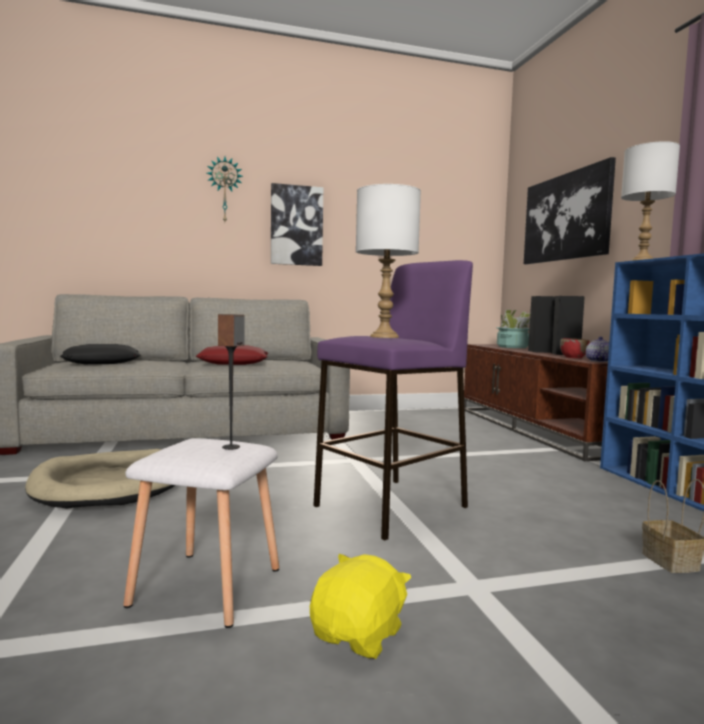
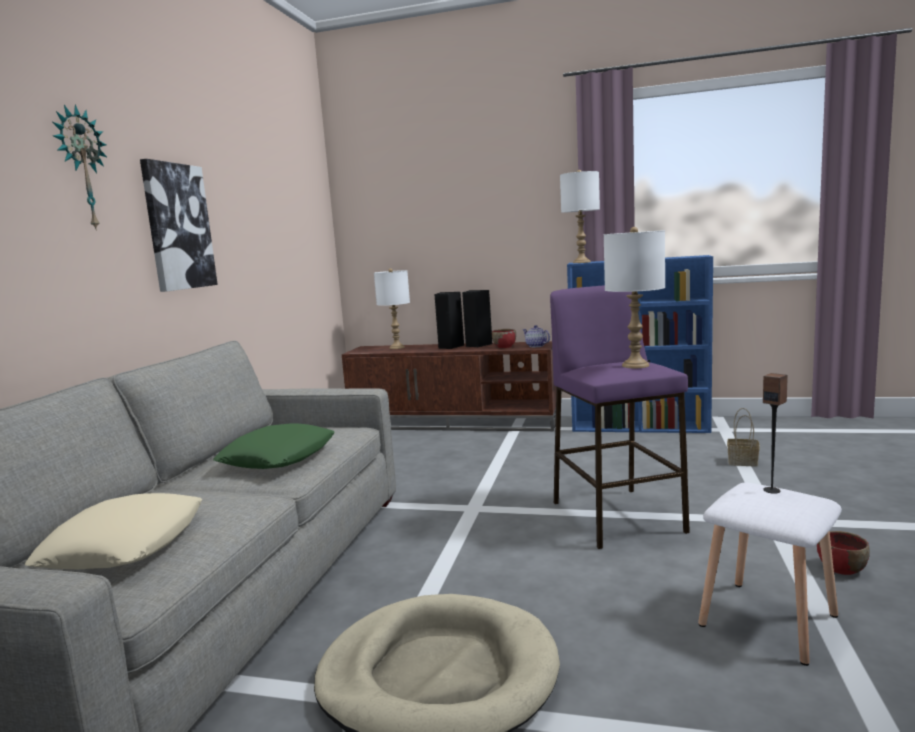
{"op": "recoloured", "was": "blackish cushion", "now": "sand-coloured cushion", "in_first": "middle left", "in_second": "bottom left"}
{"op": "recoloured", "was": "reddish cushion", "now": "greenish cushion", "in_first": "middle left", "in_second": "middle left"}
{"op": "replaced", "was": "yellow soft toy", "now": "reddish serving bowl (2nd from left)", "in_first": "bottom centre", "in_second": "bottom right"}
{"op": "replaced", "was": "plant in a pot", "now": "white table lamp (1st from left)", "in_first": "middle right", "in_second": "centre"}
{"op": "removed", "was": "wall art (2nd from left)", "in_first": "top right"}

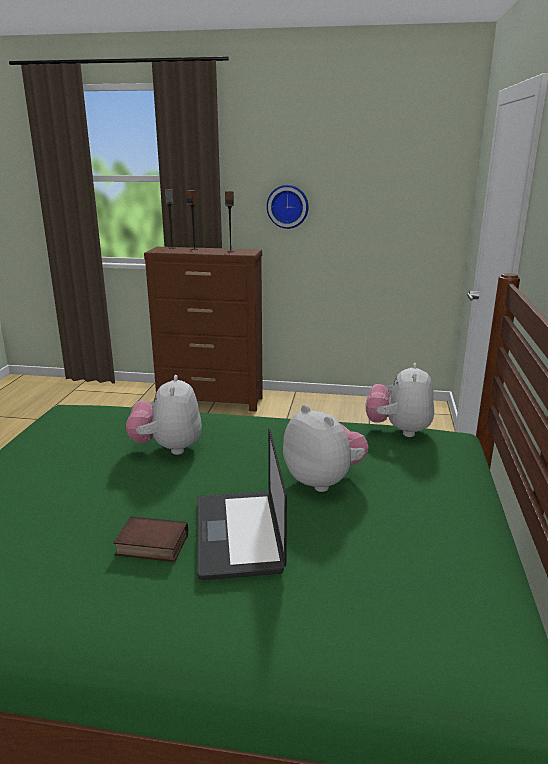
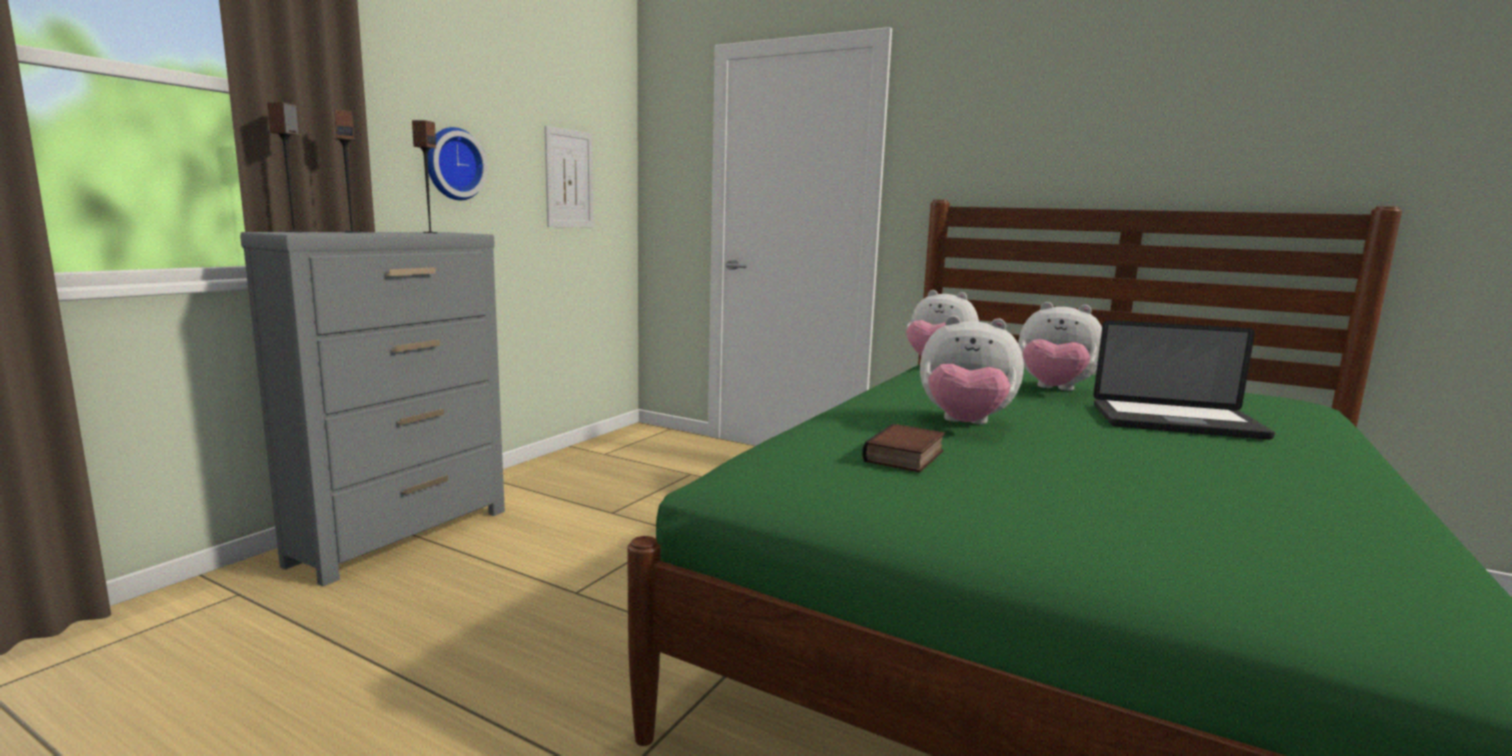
{"op": "moved", "was": "book", "in_first": "bottom left", "in_second": "centre"}
{"op": "recoloured", "was": "brown-coloured chest of drawers", "now": "grey chest of drawers", "in_first": "centre", "in_second": "middle left"}
{"op": "turned", "was": "soft toy (2nd from left in the first image)", "in_first": "centre", "in_second": "middle right", "clockwise": -135}
{"op": "added", "now": "wall art", "in_second": "top centre"}

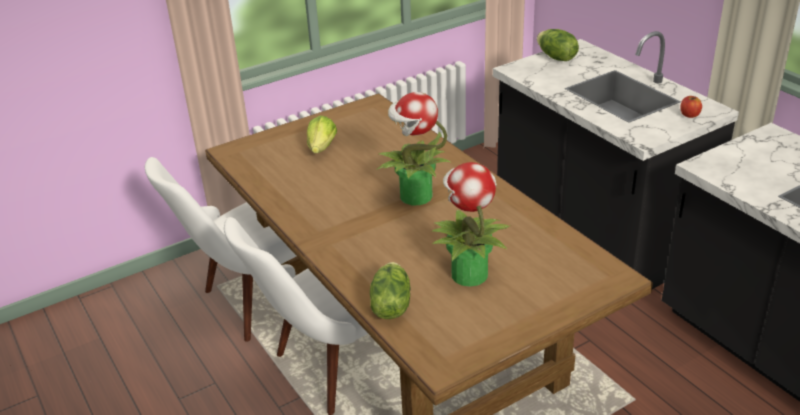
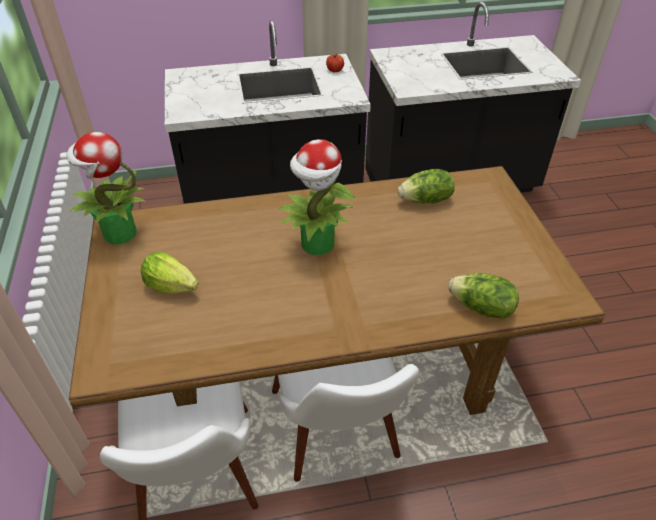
{"op": "moved", "was": "plant in a pot (2nd from left in the first image)", "now": "plant in a pot (1st from left)", "in_first": "centre", "in_second": "middle left"}
{"op": "moved", "was": "head of lettuce (3rd from left in the first image)", "now": "head of lettuce (2nd from left)", "in_first": "top right", "in_second": "centre"}

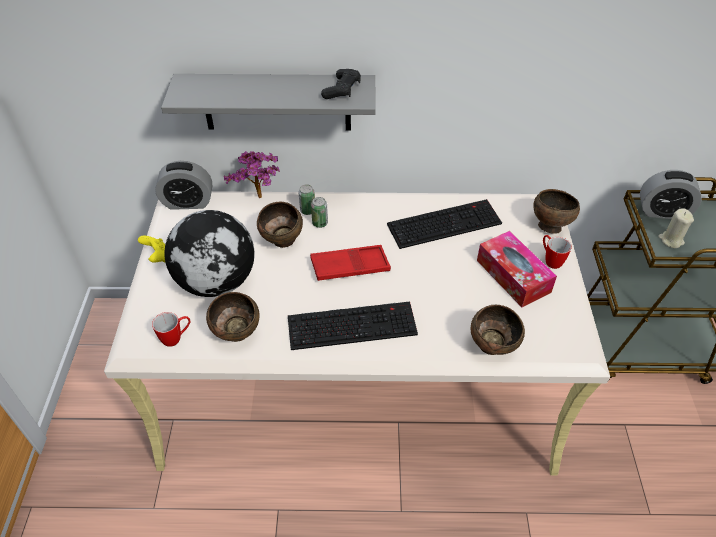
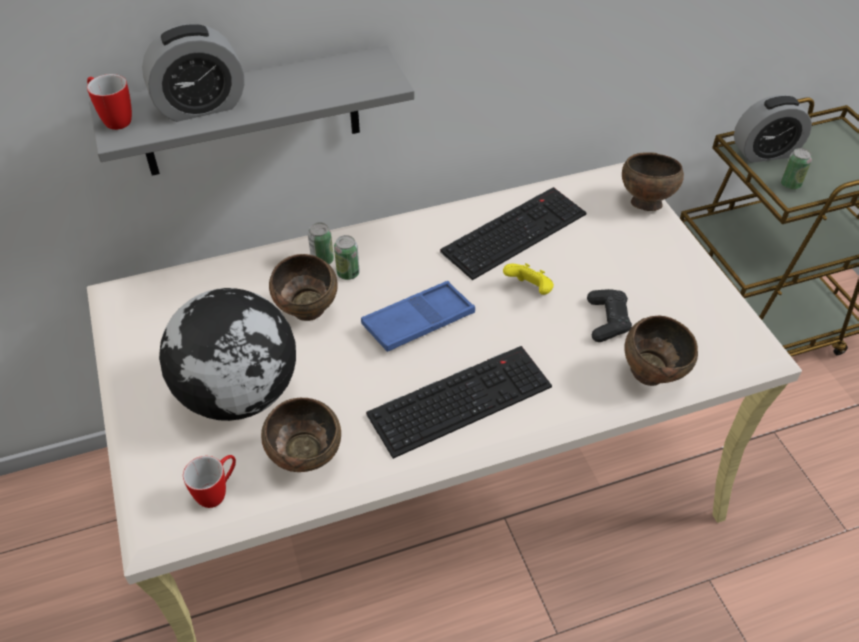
{"op": "moved", "was": "yellow joypad", "in_first": "middle left", "in_second": "centre"}
{"op": "moved", "was": "bedside clock (1st from left)", "in_first": "middle left", "in_second": "top left"}
{"op": "removed", "was": "plant in a pot", "in_first": "top centre"}
{"op": "recoloured", "was": "reddish carrying tray", "now": "blue carrying tray", "in_first": "centre", "in_second": "centre"}
{"op": "moved", "was": "blackish joypad", "in_first": "top centre", "in_second": "middle right"}
{"op": "removed", "was": "tissue box", "in_first": "middle right"}
{"op": "moved", "was": "coffee mug (2nd from left in the first image)", "now": "coffee mug (1st from left)", "in_first": "middle right", "in_second": "top left"}
{"op": "replaced", "was": "sand-coloured wax light", "now": "sealed can (3rd from left)", "in_first": "middle right", "in_second": "top right"}

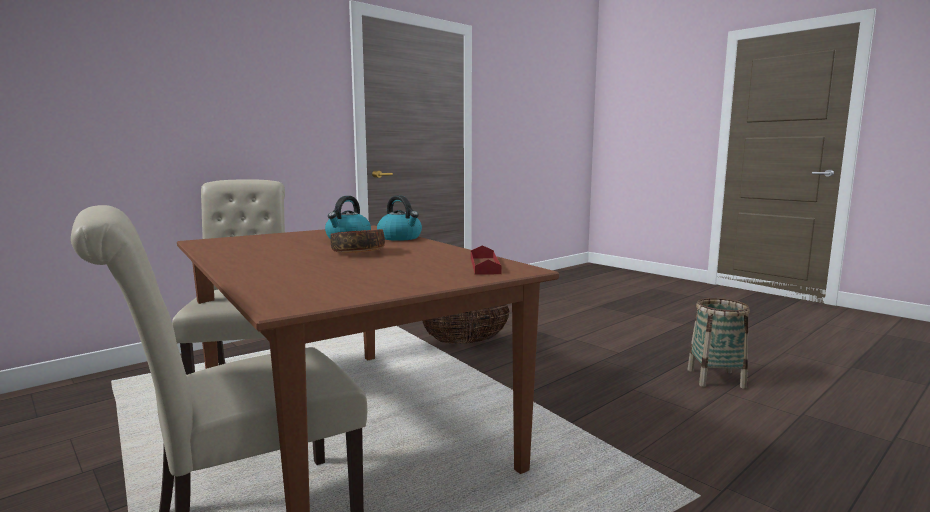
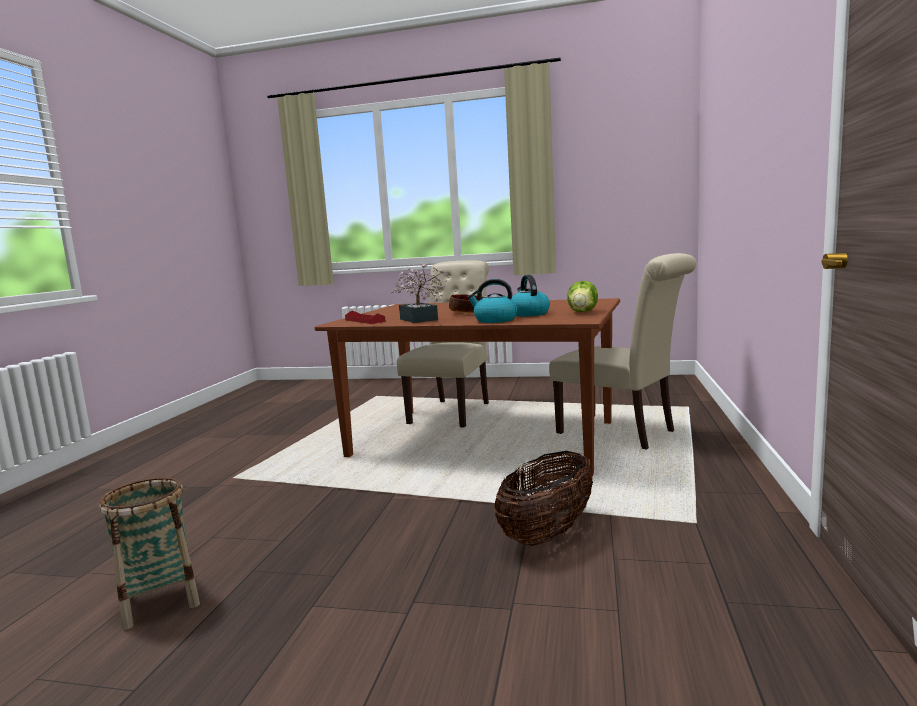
{"op": "added", "now": "plant in a pot", "in_second": "centre"}
{"op": "added", "now": "head of lettuce", "in_second": "centre"}

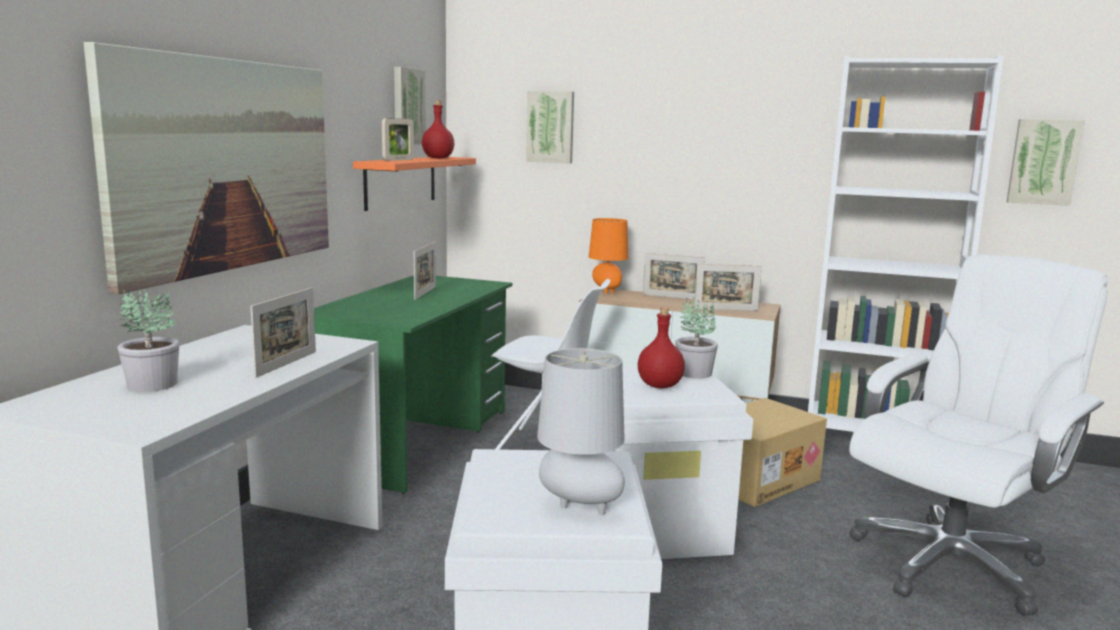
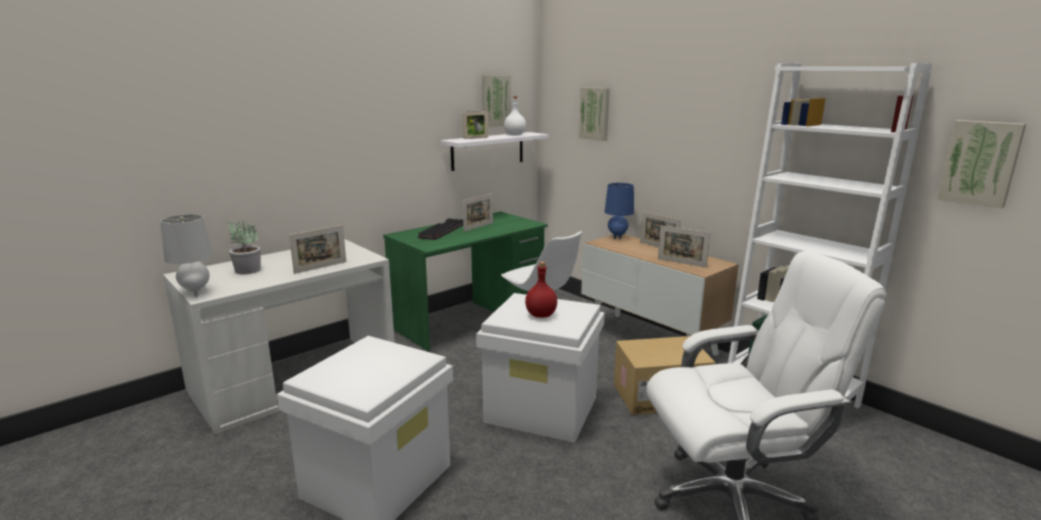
{"op": "removed", "was": "wall art (1st from left)", "in_first": "top left"}
{"op": "recoloured", "was": "orange bracket shelf", "now": "white bracket shelf", "in_first": "top centre", "in_second": "top centre"}
{"op": "recoloured", "was": "reddish drink bottle (1st from left)", "now": "white drink bottle", "in_first": "top centre", "in_second": "top centre"}
{"op": "moved", "was": "grey table lamp", "in_first": "bottom centre", "in_second": "middle left"}
{"op": "recoloured", "was": "orange table lamp", "now": "blue table lamp", "in_first": "centre", "in_second": "centre"}
{"op": "removed", "was": "plant in a pot (2nd from left)", "in_first": "centre"}
{"op": "added", "now": "computer keyboard", "in_second": "centre"}

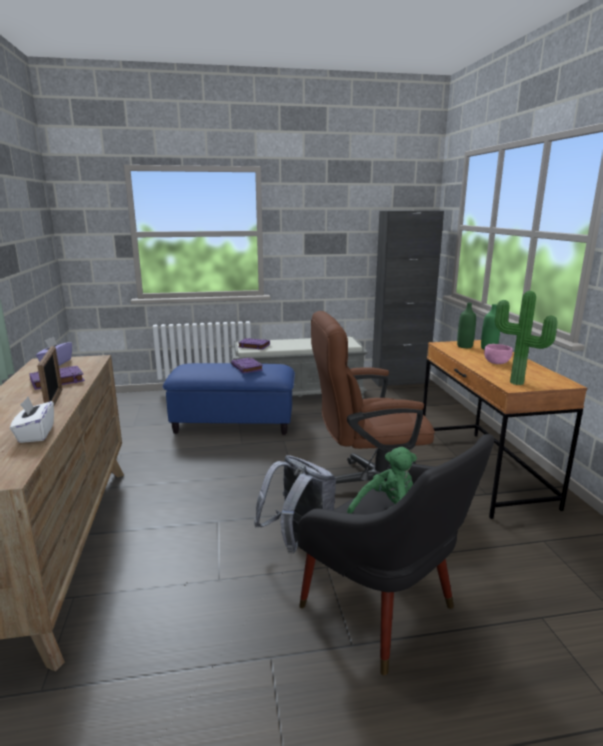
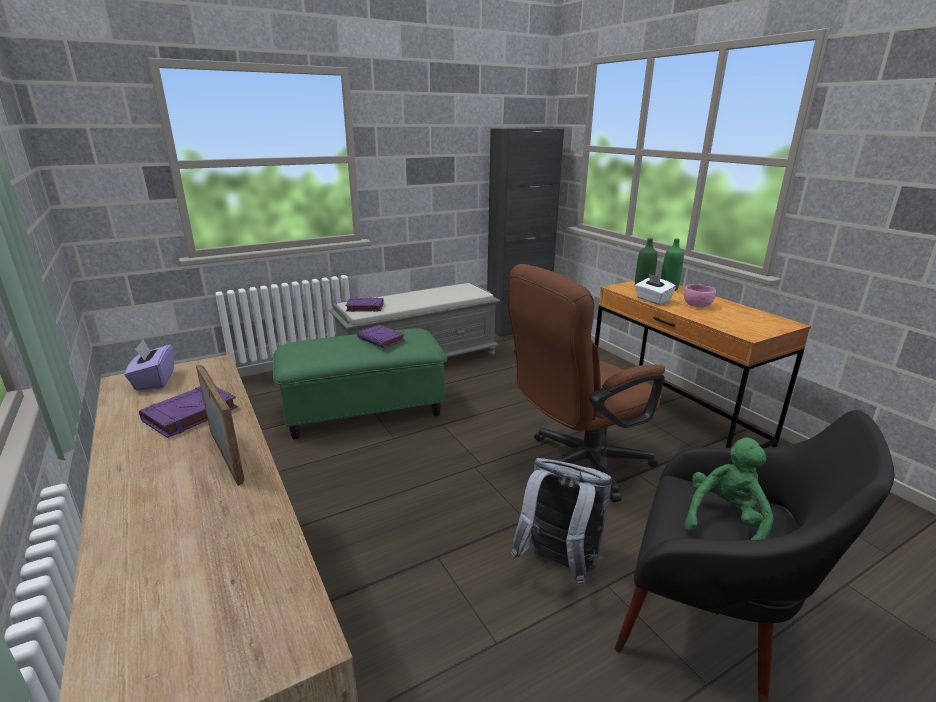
{"op": "moved", "was": "white tissue box", "in_first": "middle left", "in_second": "middle right"}
{"op": "recoloured", "was": "blue ottoman", "now": "greenish ottoman", "in_first": "centre", "in_second": "centre"}
{"op": "removed", "was": "plant in a pot", "in_first": "middle right"}

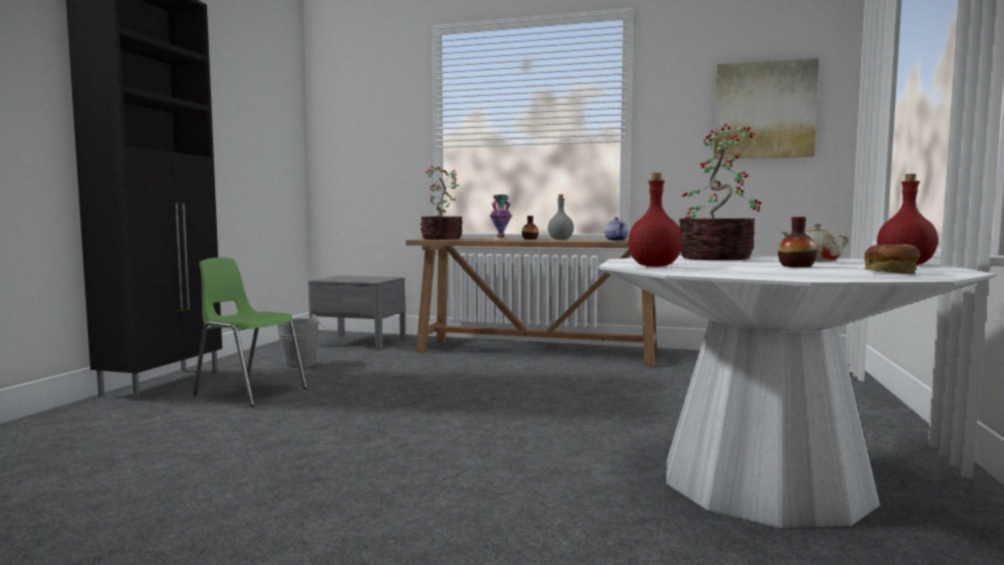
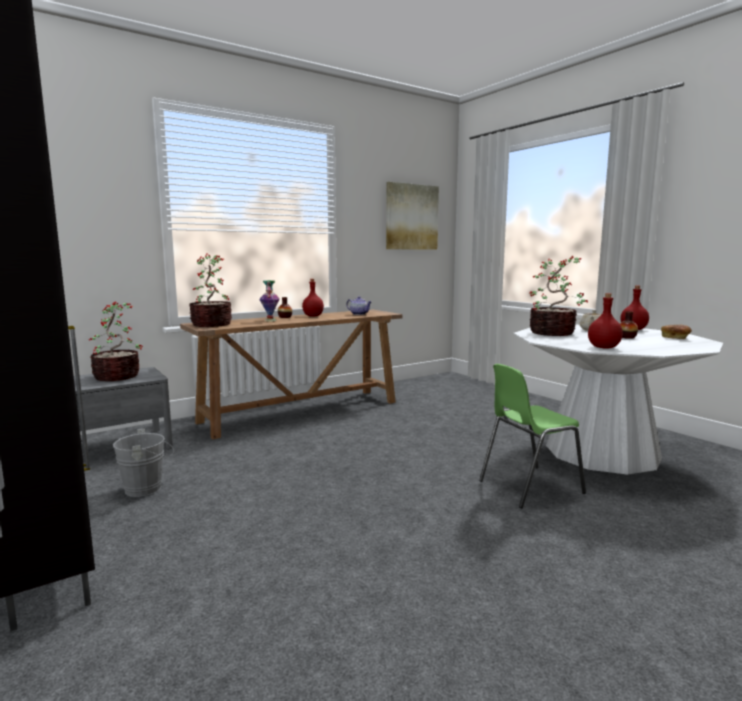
{"op": "moved", "was": "greenish chair", "in_first": "middle left", "in_second": "middle right"}
{"op": "recoloured", "was": "grey drink bottle", "now": "reddish drink bottle (1st from left)", "in_first": "centre", "in_second": "centre"}
{"op": "added", "now": "plant in a pot (1st from left)", "in_second": "middle left"}

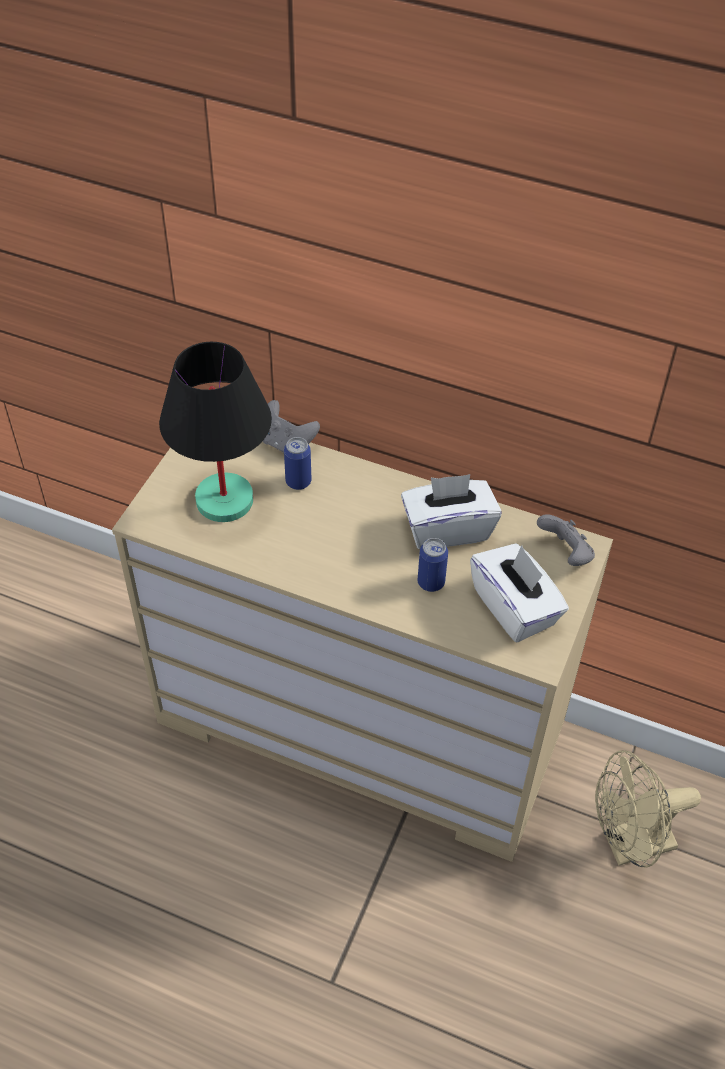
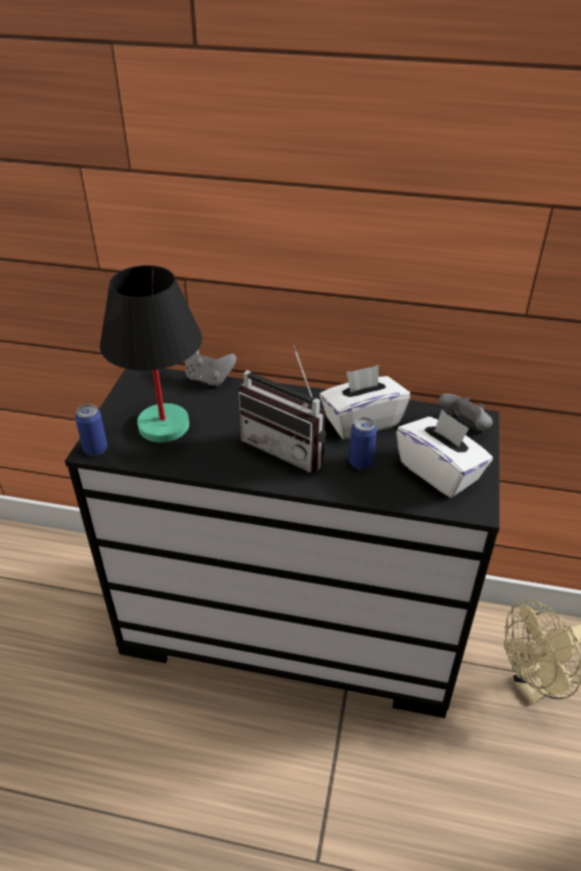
{"op": "recoloured", "was": "sand-coloured chest of drawers", "now": "blackish chest of drawers", "in_first": "centre", "in_second": "centre"}
{"op": "moved", "was": "sealed can (1st from left)", "in_first": "centre", "in_second": "middle left"}
{"op": "added", "now": "radio", "in_second": "centre"}

